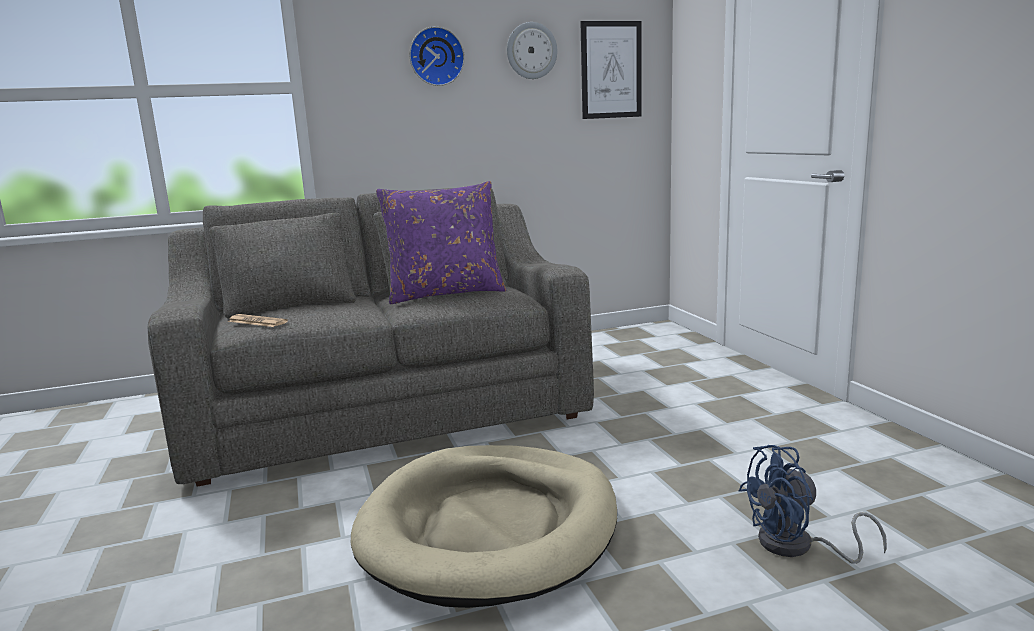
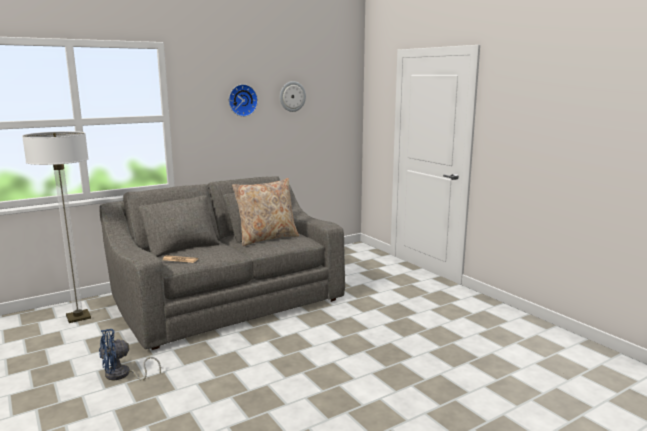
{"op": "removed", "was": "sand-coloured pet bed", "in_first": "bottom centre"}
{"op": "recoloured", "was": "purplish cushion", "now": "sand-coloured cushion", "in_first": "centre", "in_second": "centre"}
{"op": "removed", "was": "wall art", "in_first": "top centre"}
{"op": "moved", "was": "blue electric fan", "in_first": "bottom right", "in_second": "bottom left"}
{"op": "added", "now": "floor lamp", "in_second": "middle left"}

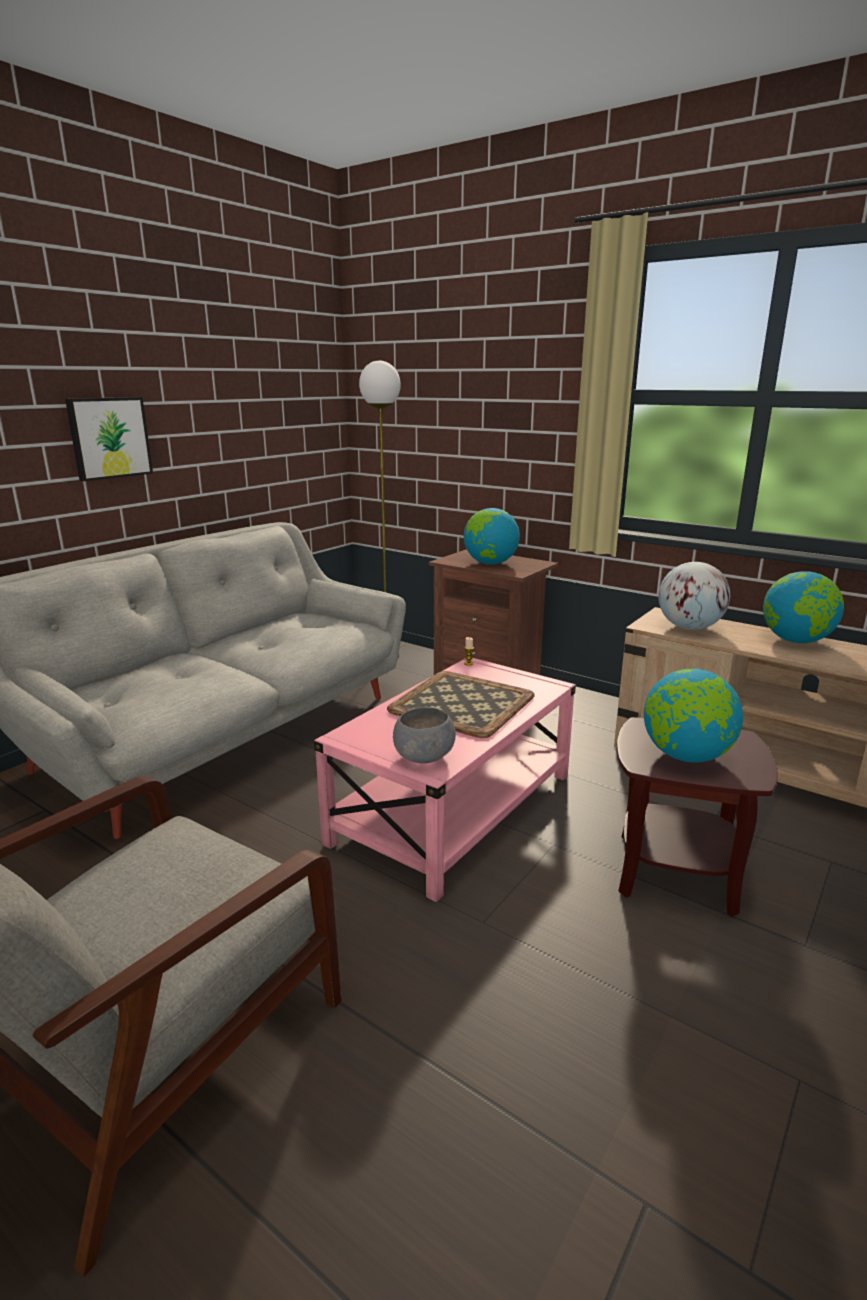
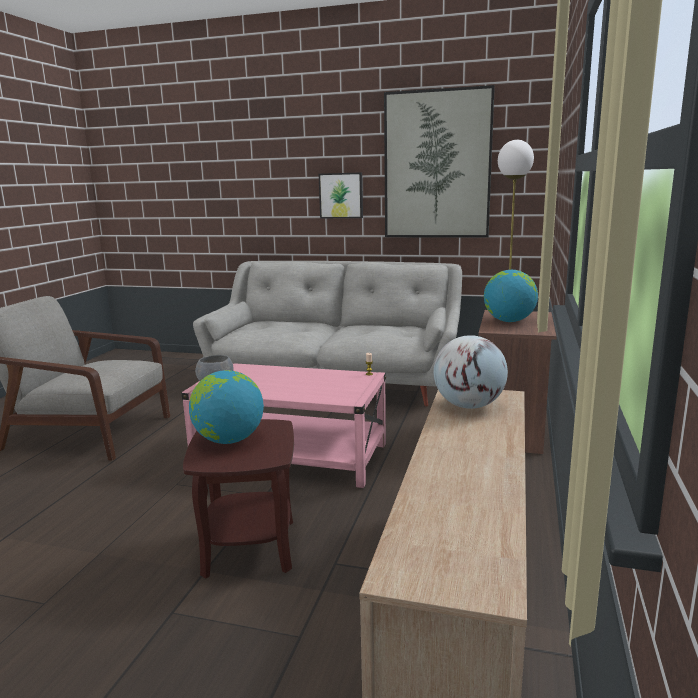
{"op": "removed", "was": "carrying tray", "in_first": "centre"}
{"op": "removed", "was": "globe (4th from left)", "in_first": "middle right"}
{"op": "added", "now": "wall art (2nd from left)", "in_second": "top centre"}

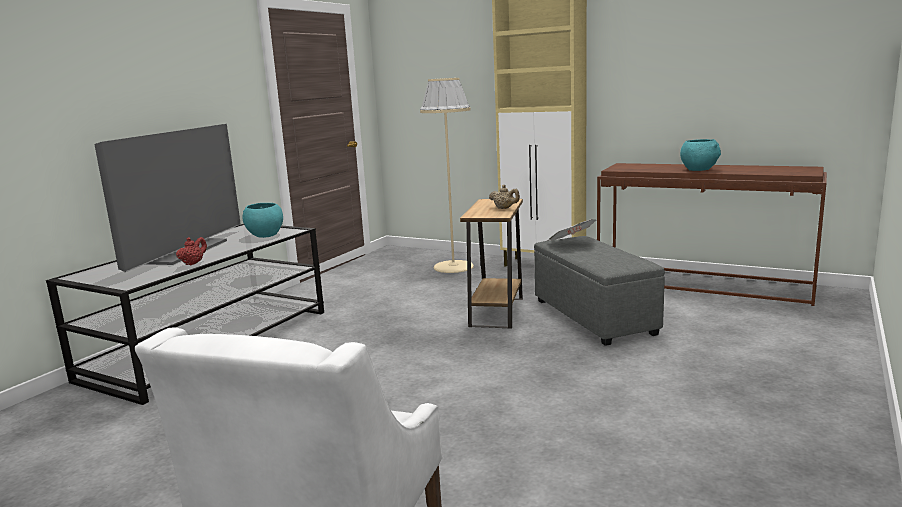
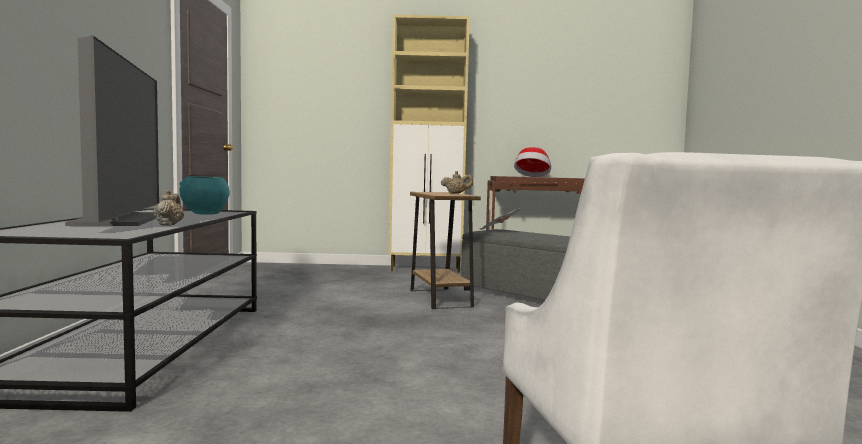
{"op": "recoloured", "was": "reddish teapot", "now": "sand-coloured teapot (1st from left)", "in_first": "middle left", "in_second": "middle left"}
{"op": "removed", "was": "sand-coloured floor lamp", "in_first": "centre"}
{"op": "removed", "was": "turquoise serving bowl (2nd from left)", "in_first": "top right"}
{"op": "added", "now": "hat", "in_second": "centre"}

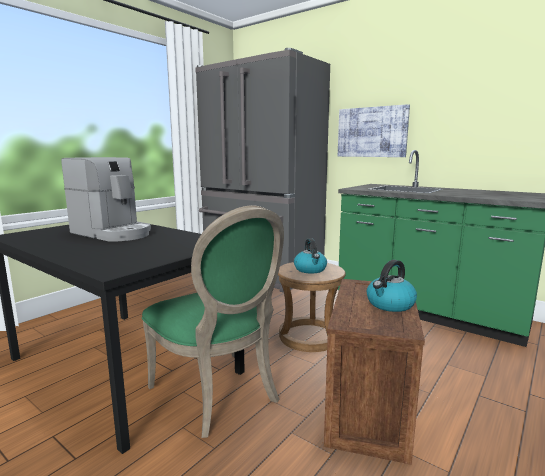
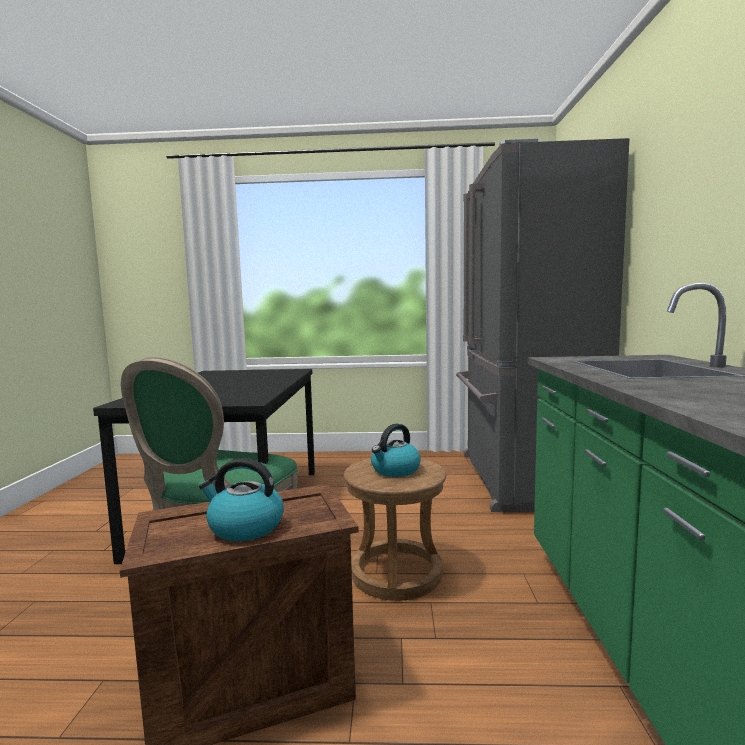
{"op": "removed", "was": "coffee machine", "in_first": "middle left"}
{"op": "removed", "was": "wall art", "in_first": "top right"}

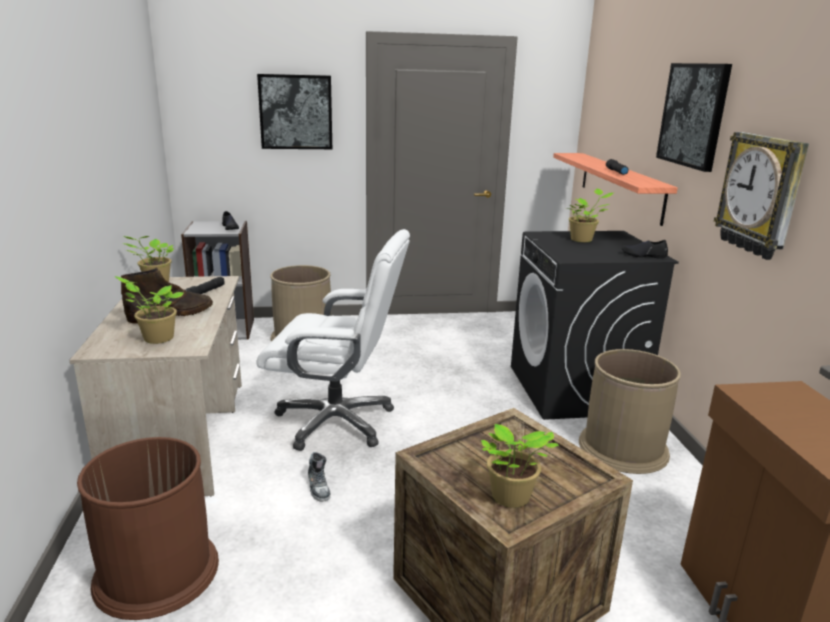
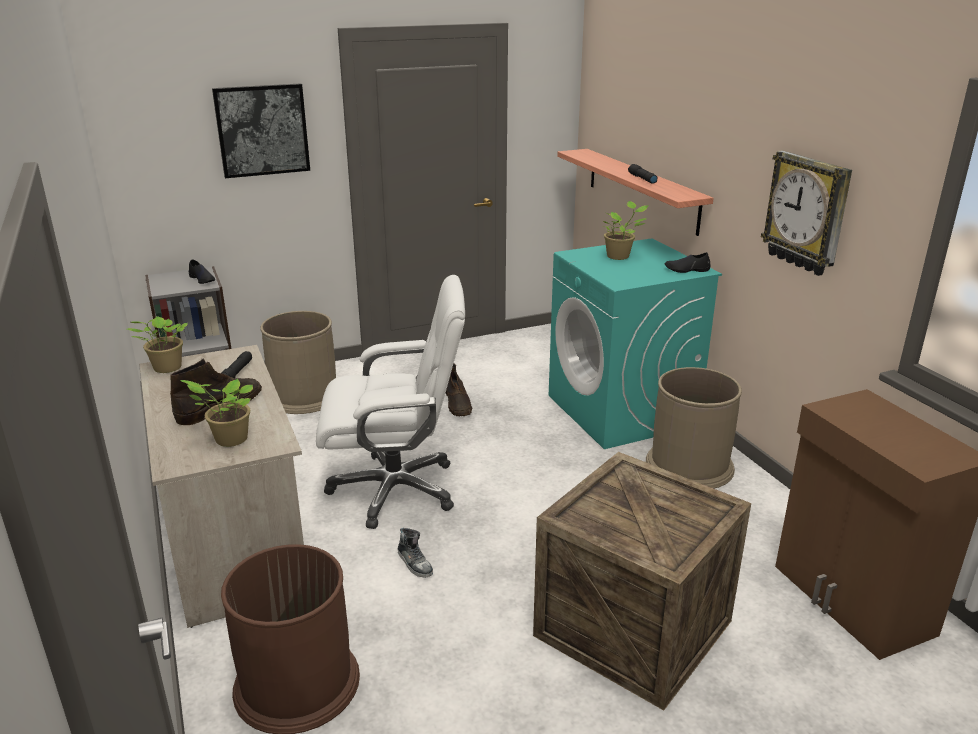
{"op": "removed", "was": "plant in a pot (3rd from left)", "in_first": "bottom centre"}
{"op": "recoloured", "was": "blackish laundry appliance", "now": "turquoise laundry appliance", "in_first": "middle right", "in_second": "centre"}
{"op": "removed", "was": "wall art (2nd from left)", "in_first": "top right"}
{"op": "added", "now": "brown-coloured tall boot (2nd from left)", "in_second": "centre"}

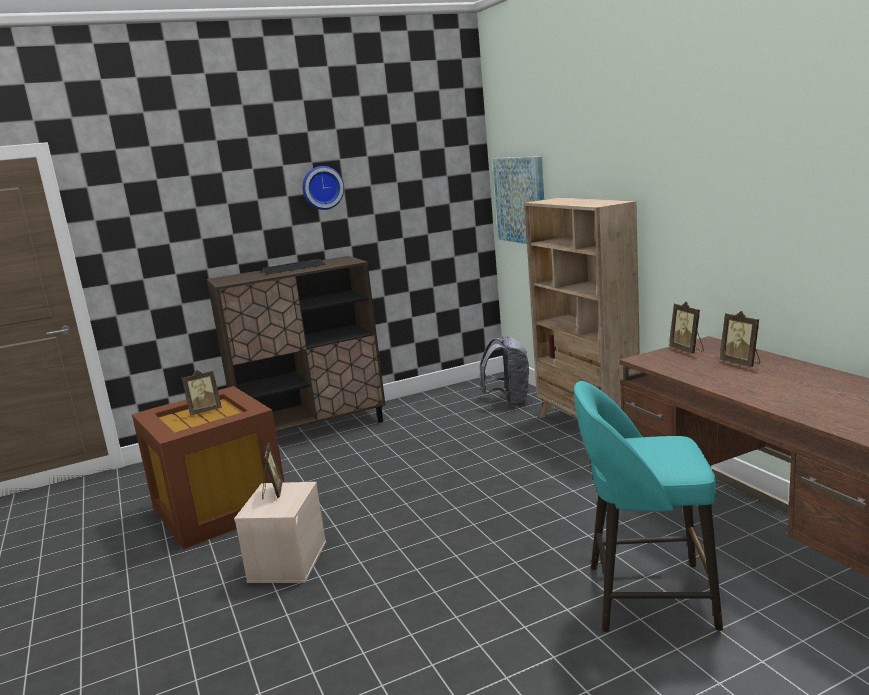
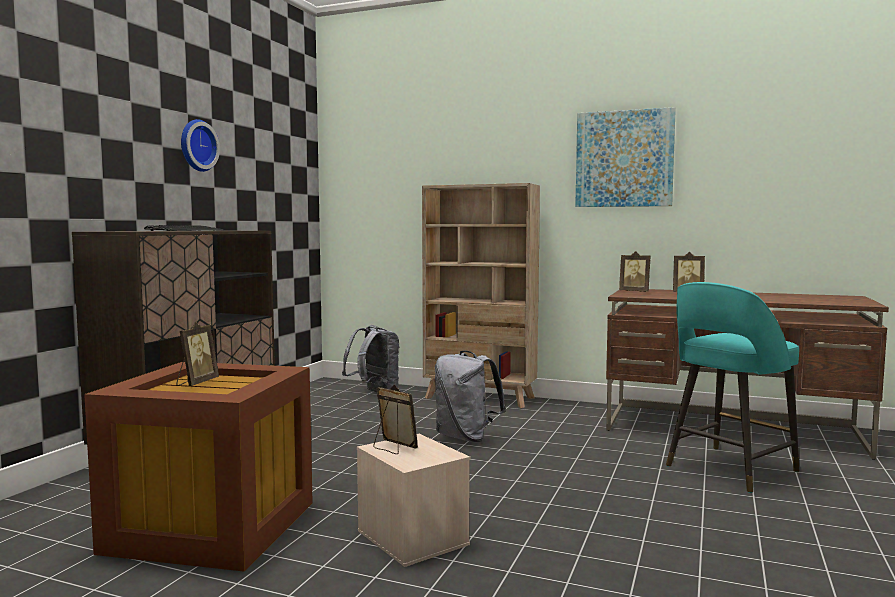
{"op": "moved", "was": "wall art", "in_first": "top centre", "in_second": "top right"}
{"op": "added", "now": "grey knapsack (2nd from left)", "in_second": "centre"}

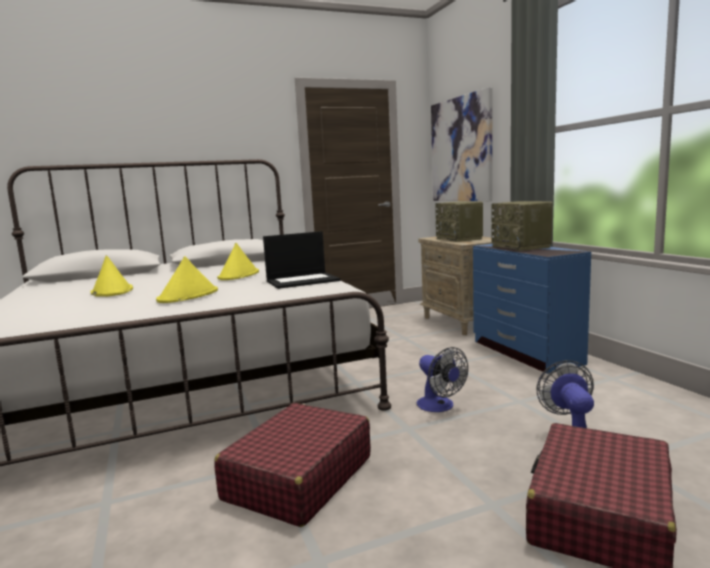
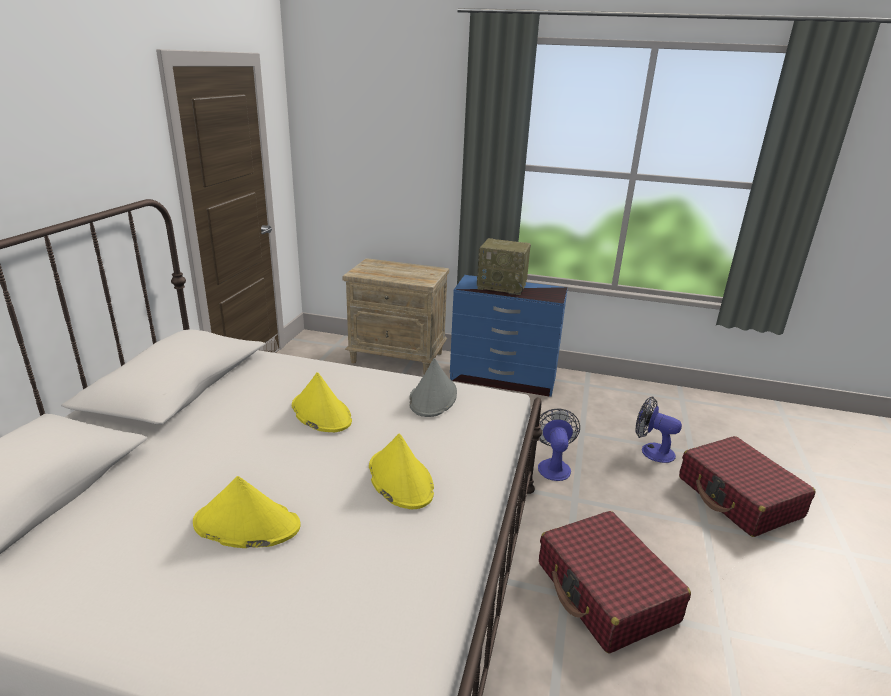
{"op": "replaced", "was": "portable computer", "now": "grey hat", "in_first": "centre", "in_second": "centre"}
{"op": "turned", "was": "electric fan (1st from left)", "in_first": "bottom centre", "in_second": "centre", "clockwise": -90}
{"op": "removed", "was": "wall art", "in_first": "top centre"}
{"op": "removed", "was": "radio (1st from left)", "in_first": "centre"}

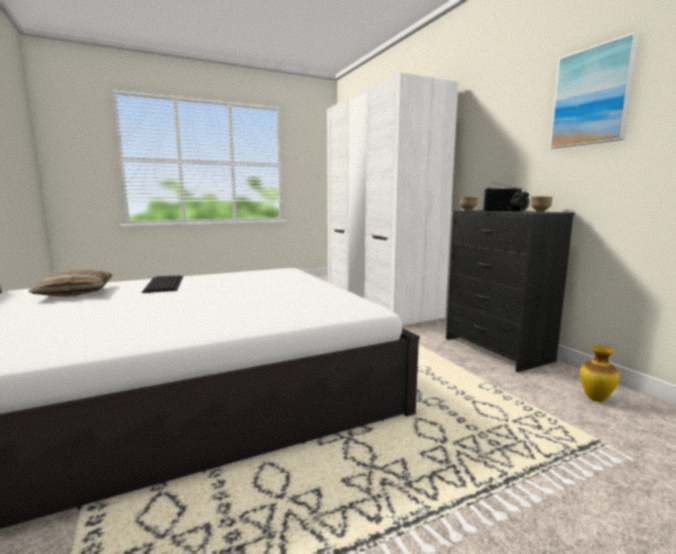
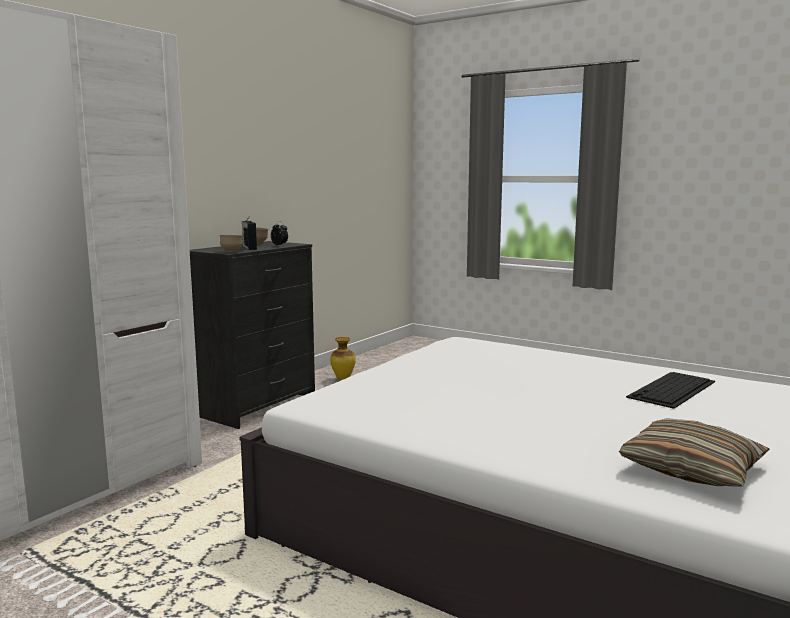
{"op": "moved", "was": "computer keyboard", "in_first": "middle left", "in_second": "middle right"}
{"op": "removed", "was": "wall art", "in_first": "top right"}

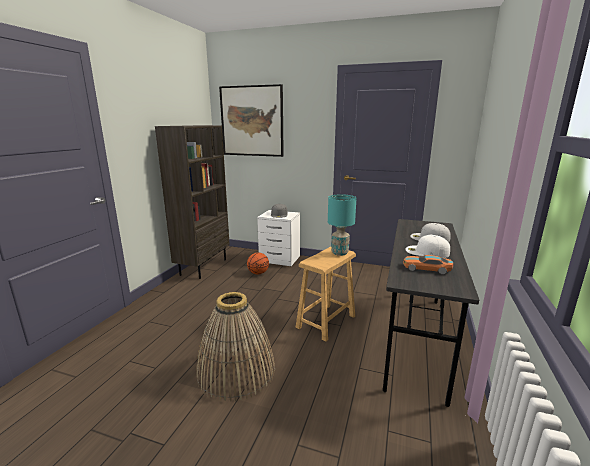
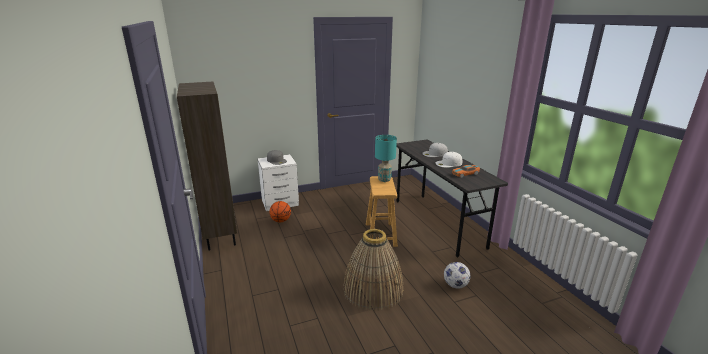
{"op": "removed", "was": "wall art", "in_first": "top centre"}
{"op": "added", "now": "football", "in_second": "bottom centre"}

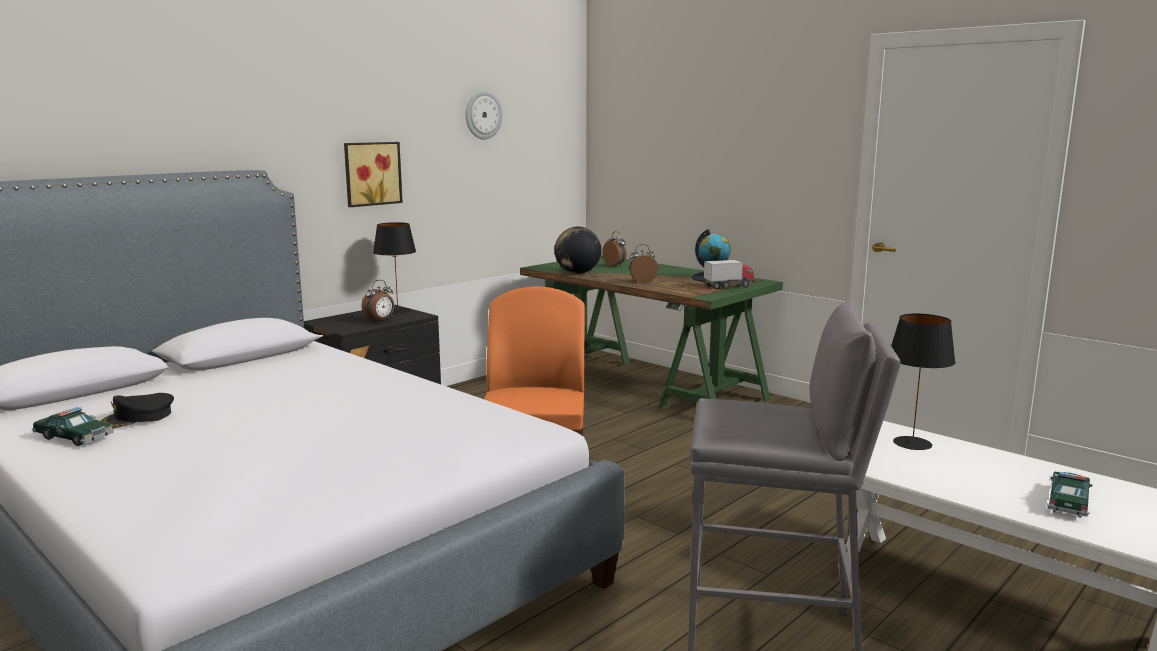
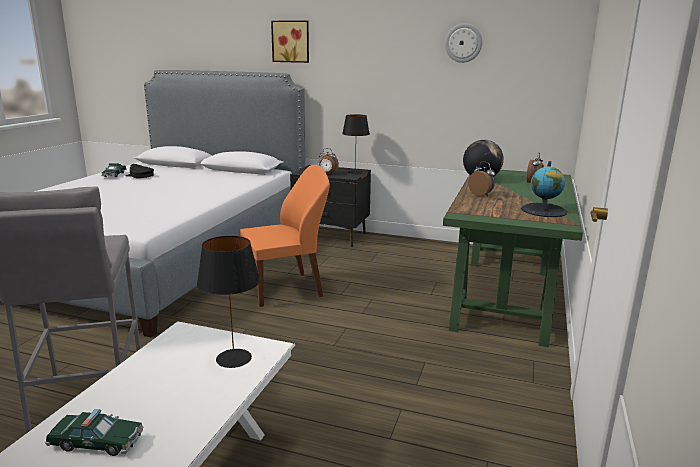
{"op": "moved", "was": "wall art", "in_first": "top left", "in_second": "top centre"}
{"op": "removed", "was": "toy truck", "in_first": "centre"}

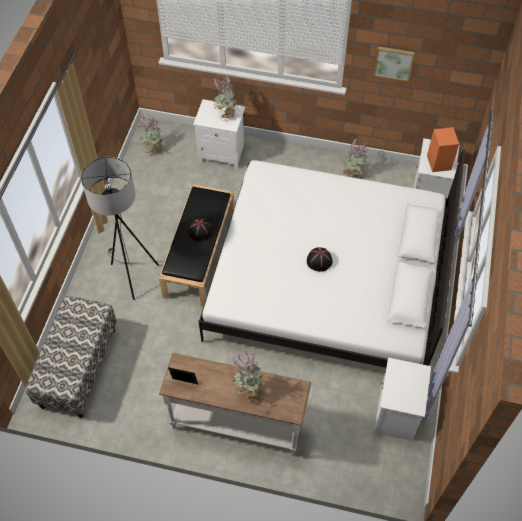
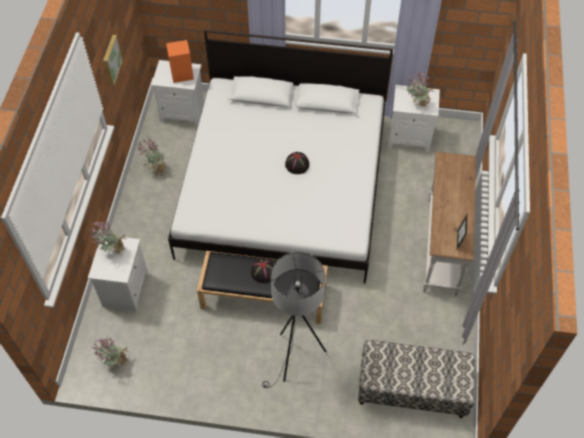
{"op": "moved", "was": "plant in a pot (3rd from left in the first image)", "now": "plant in a pot (4th from left)", "in_first": "bottom centre", "in_second": "top right"}

